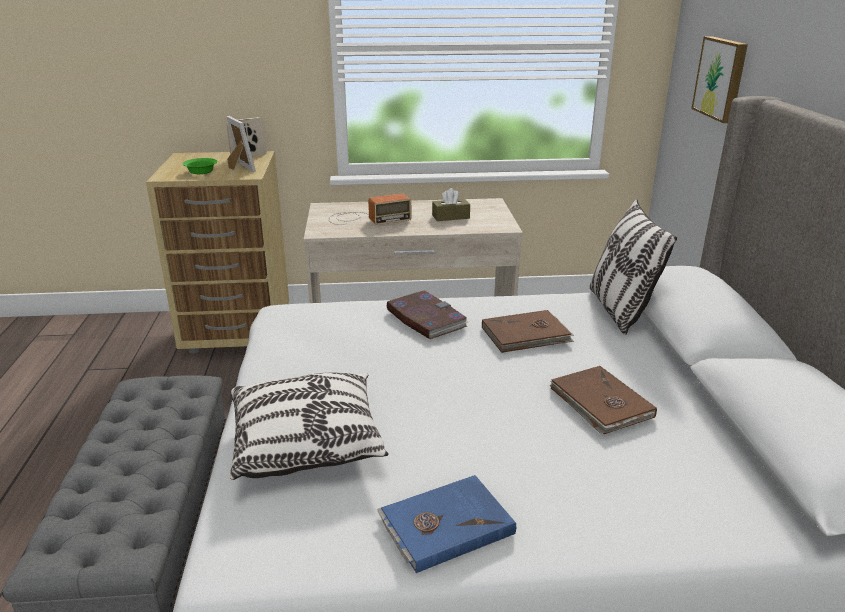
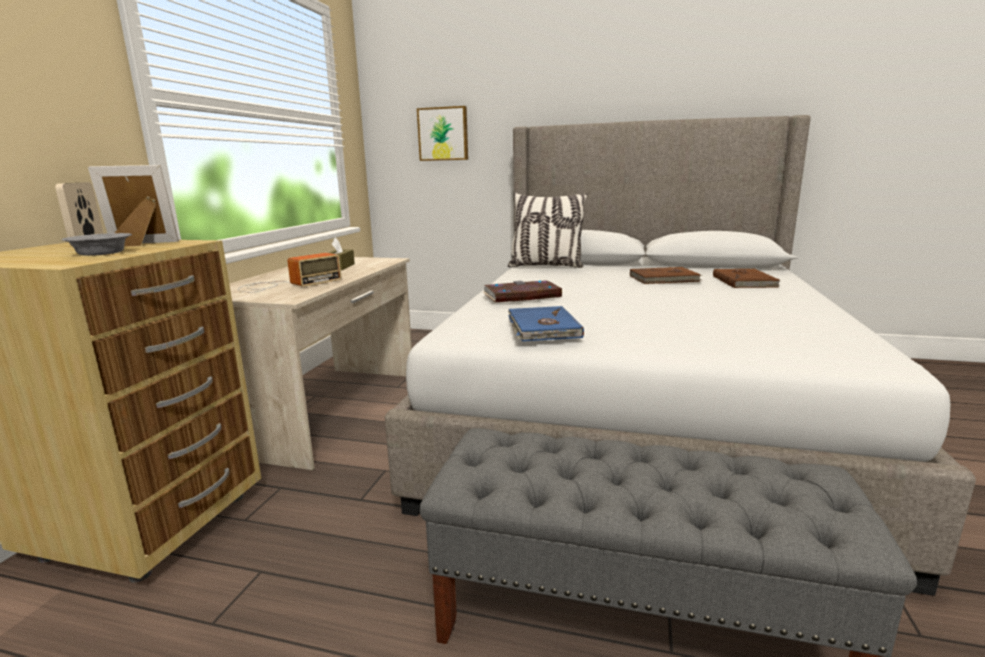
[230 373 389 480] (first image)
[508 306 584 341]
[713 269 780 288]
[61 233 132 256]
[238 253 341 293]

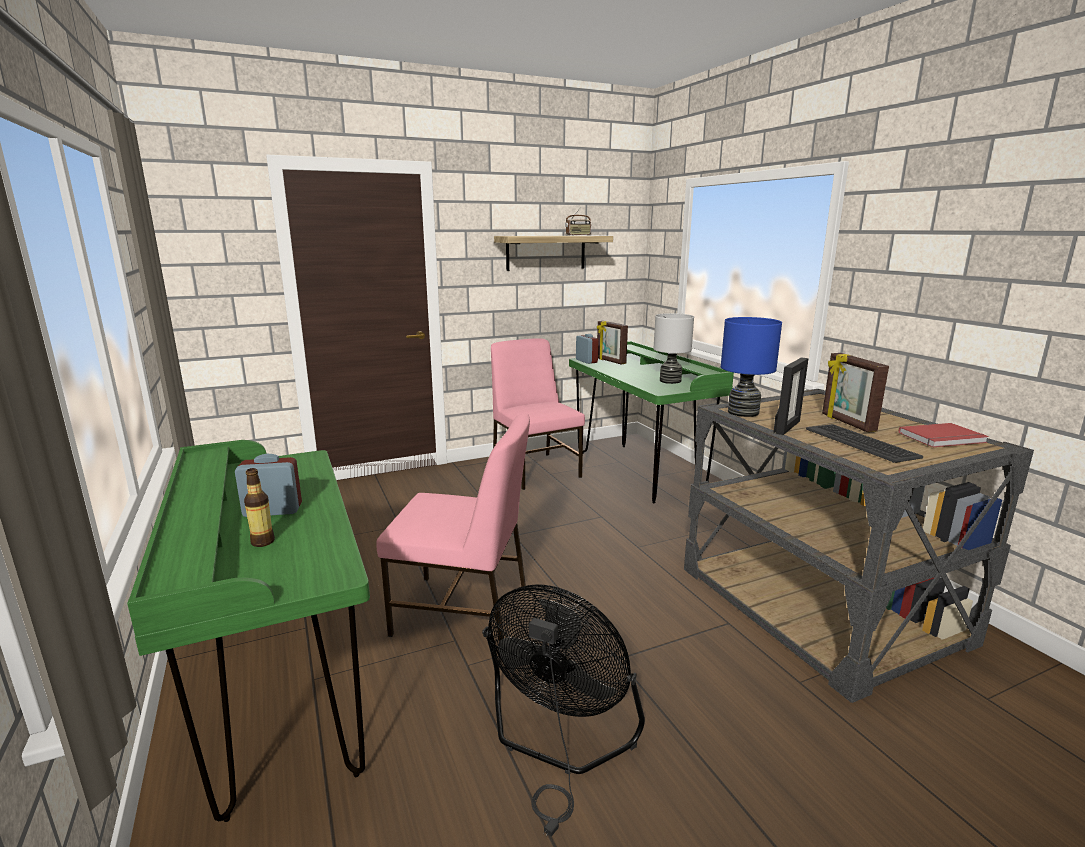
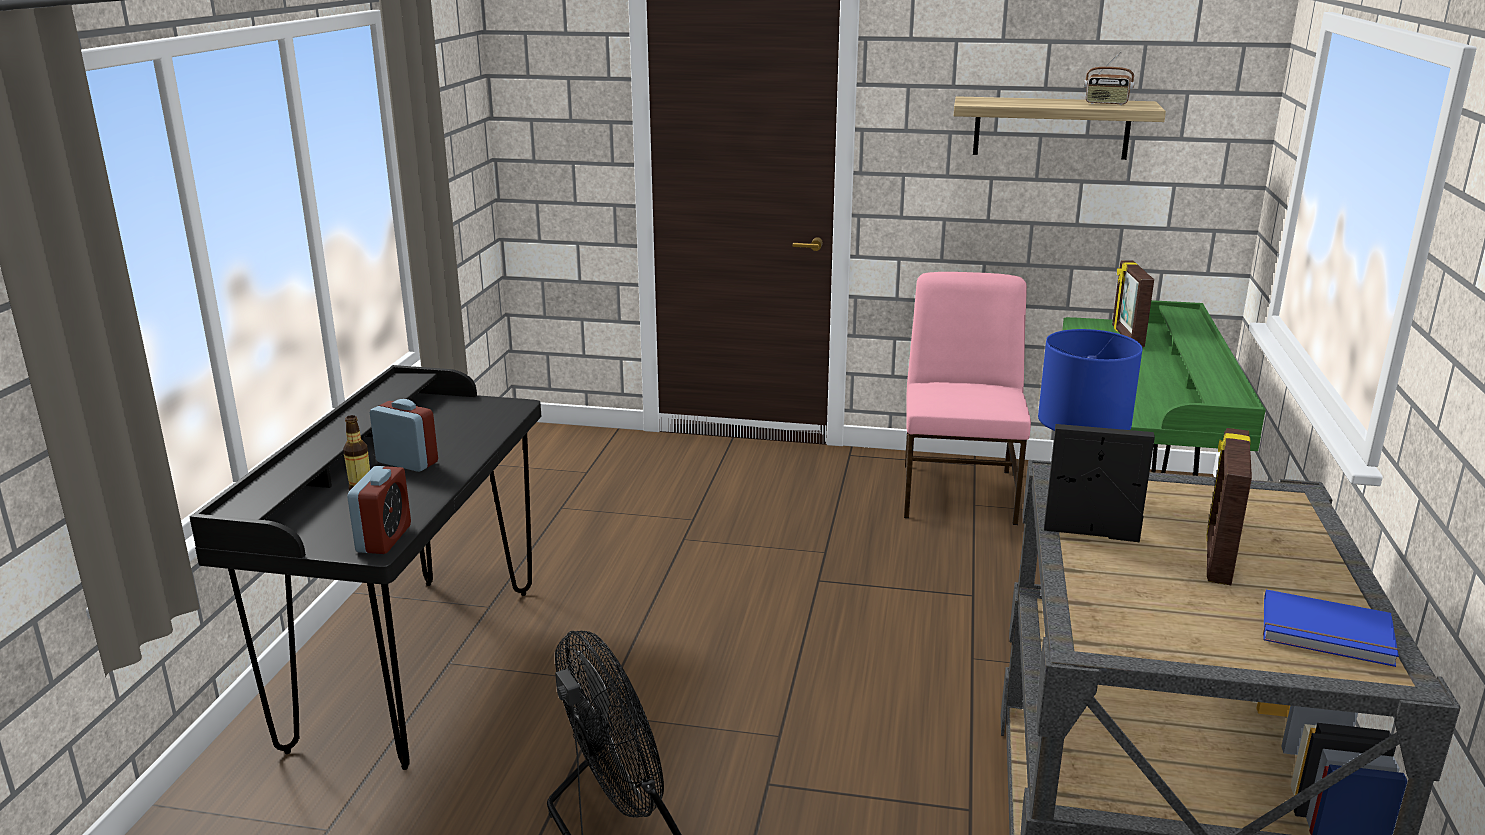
[376 413 530 640] (first image)
[653 313 694 384] (first image)
[806 424 923 463] (first image)
[347 466 411 554]
[189 365 541 770]
[1263 590 1399 667]
[1044 424 1155 542]

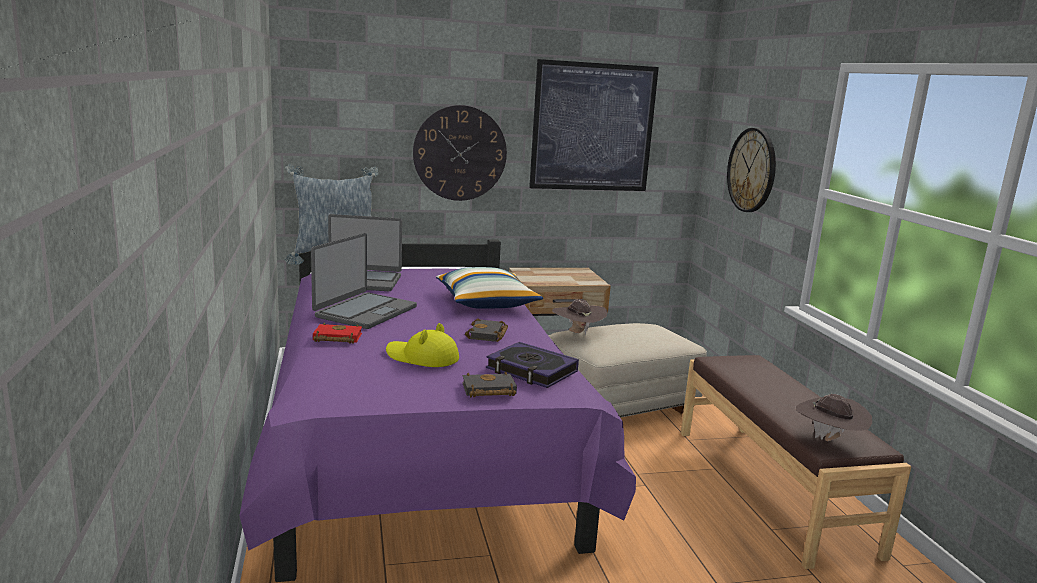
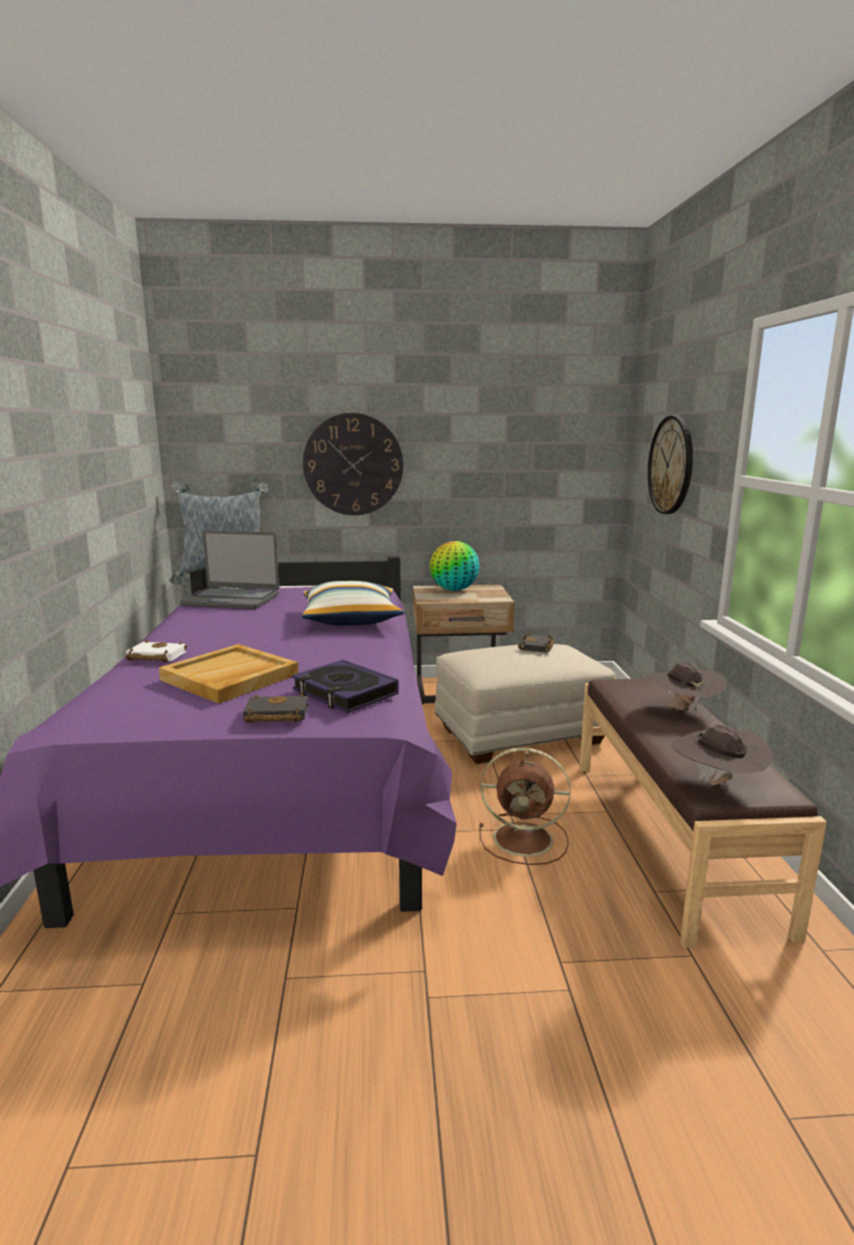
[311 233 417 329] (first image)
[529 59 659 191] (first image)
[430 541 479 591]
[479 748 571 865]
[518 633 555 653]
[645 662 727 713]
[159 644 298 704]
[125 640 187 663]

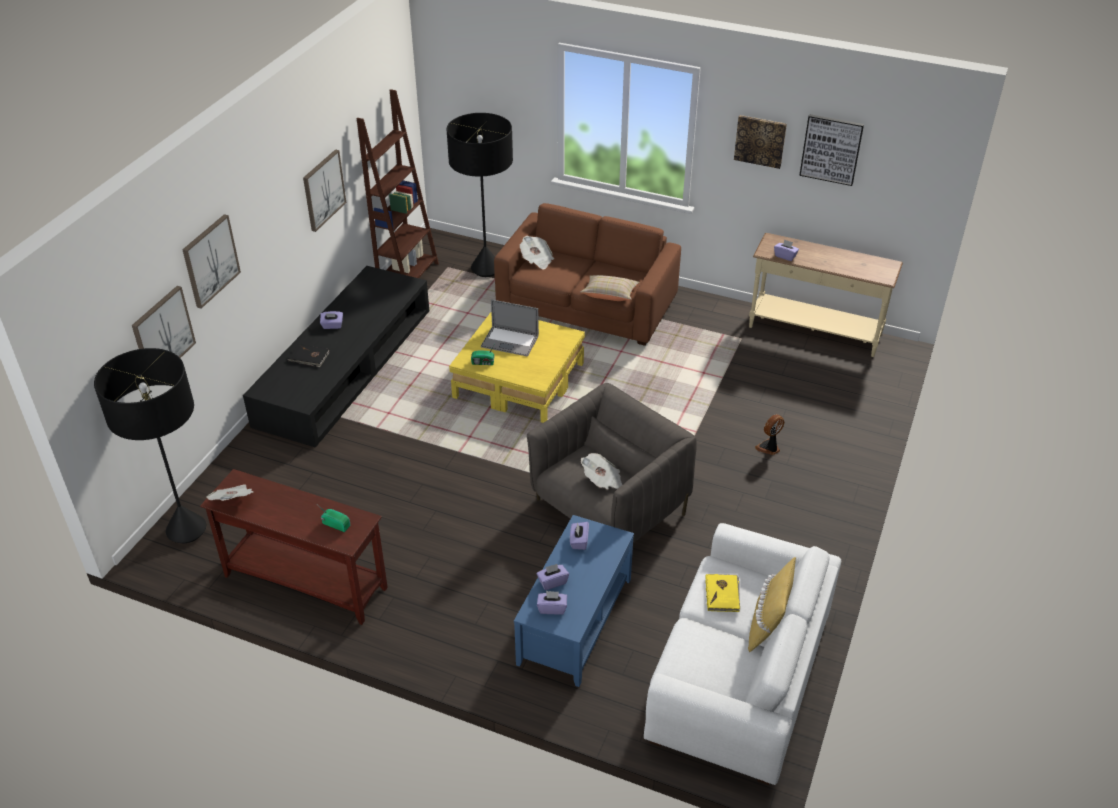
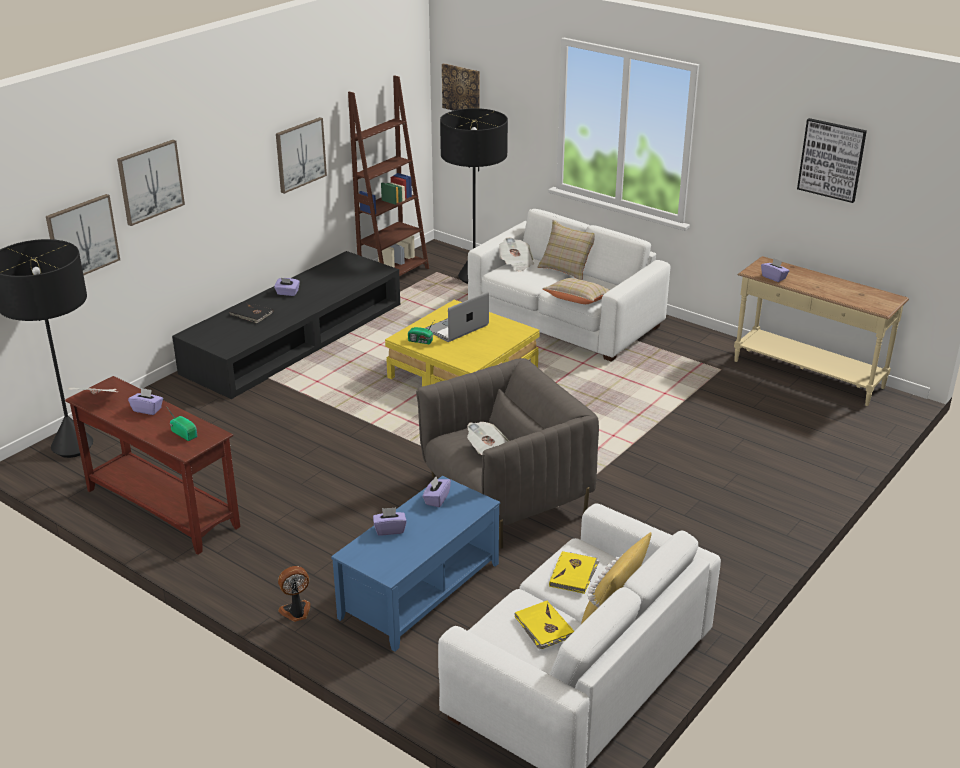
[514 601 574 649]
[537 220 595 280]
[128 388 163 415]
[442 63 480 111]
[278 566 310 622]
[468 209 670 362]
[426 292 489 342]

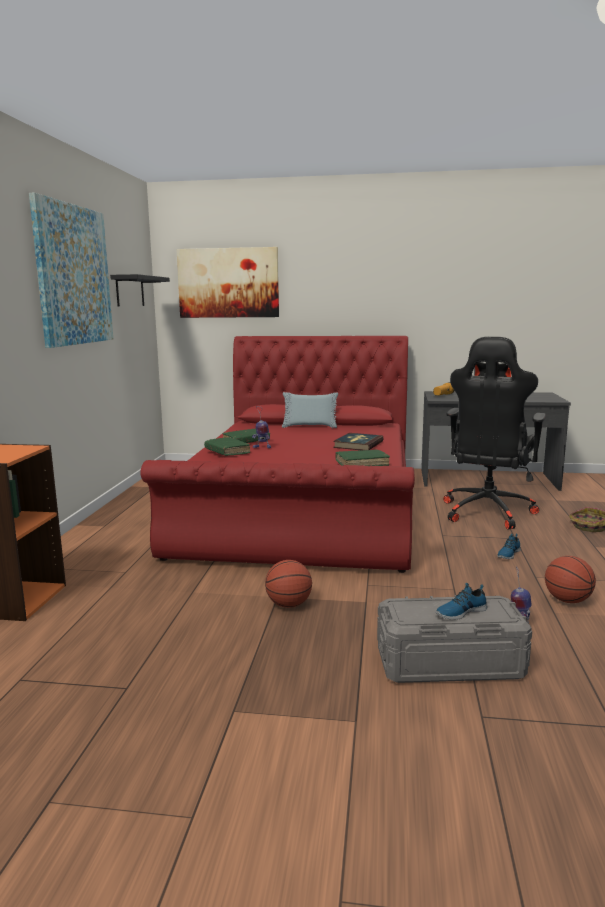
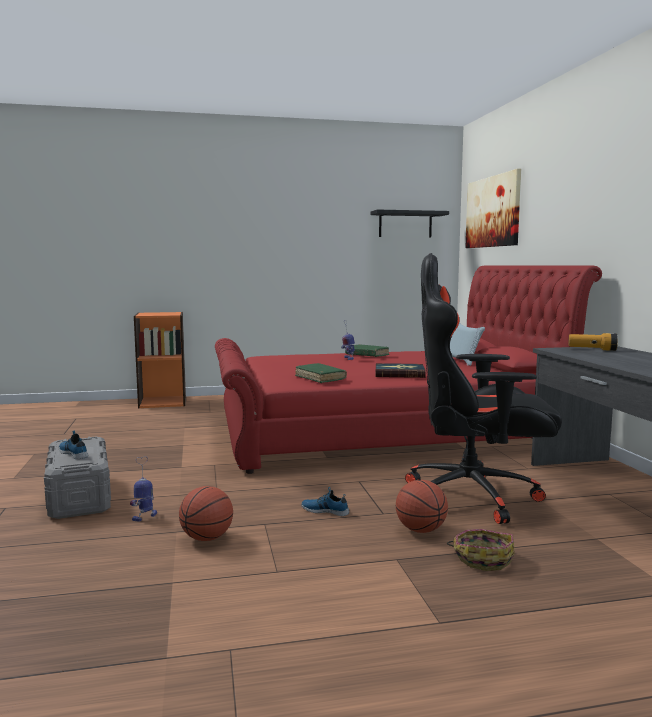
[29 193 113 348] (first image)
[204 437 250 456] (first image)
[396 480 448 533]

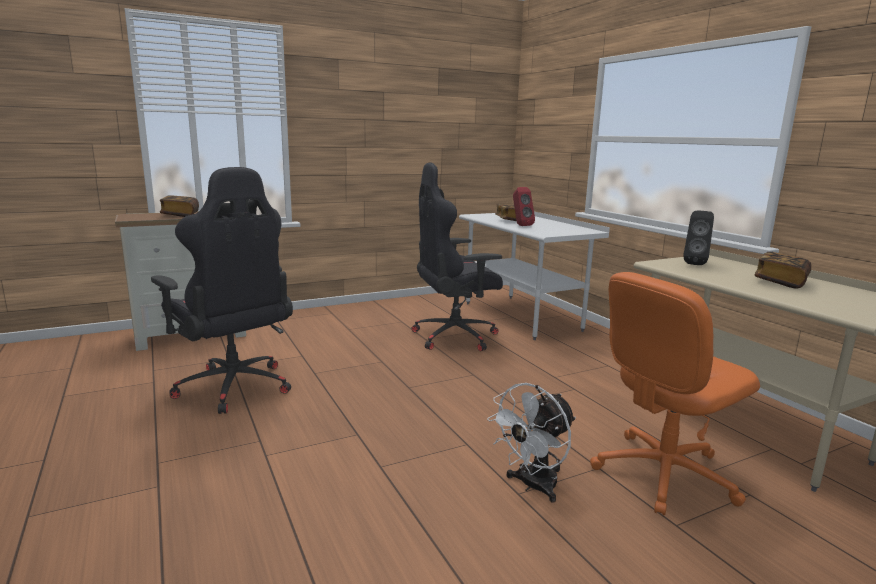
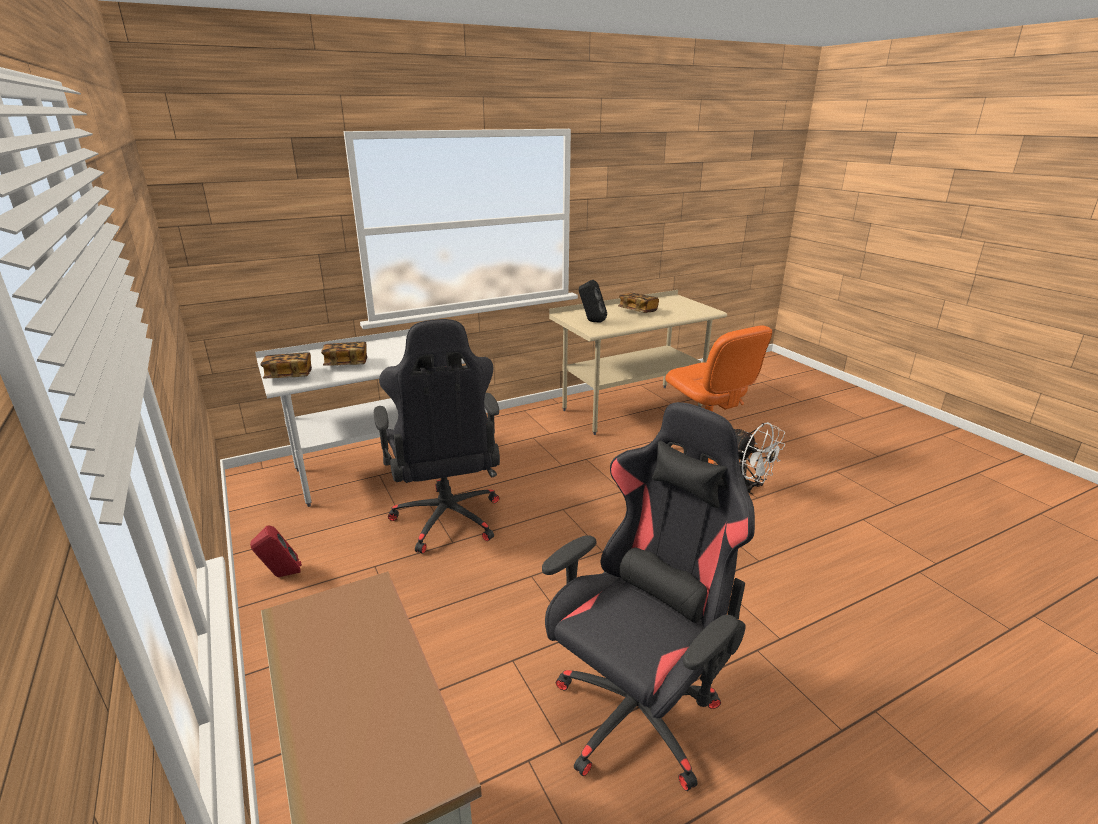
[261 352 312 378]
[250 526 302 577]

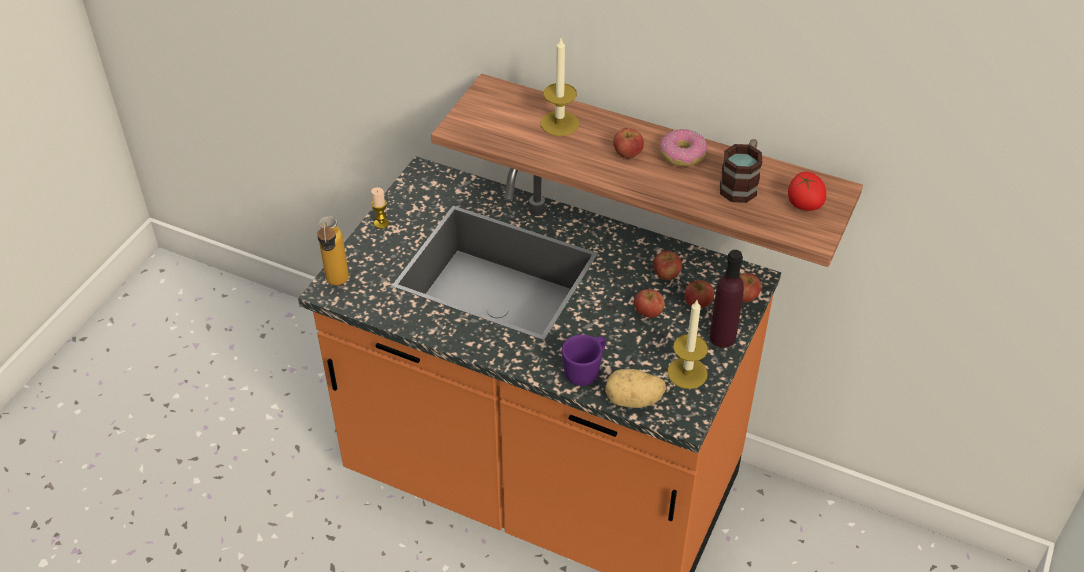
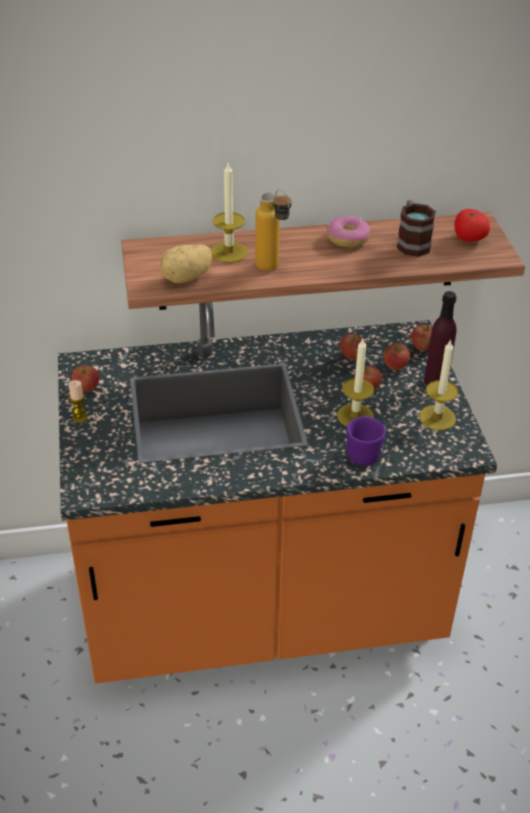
[337 339 374 427]
[255 189 292 271]
[160 244 212 283]
[71 365 100 392]

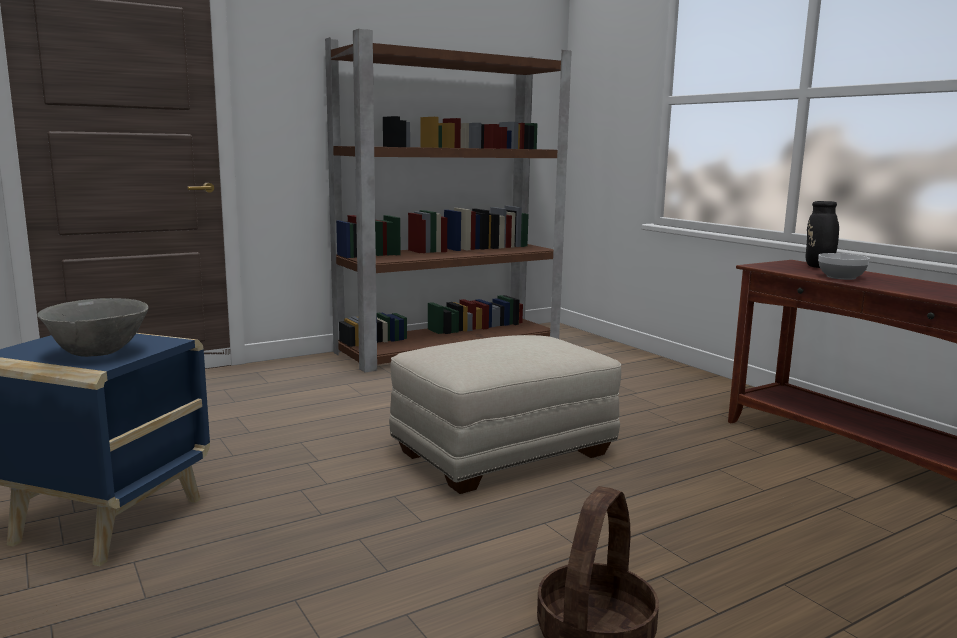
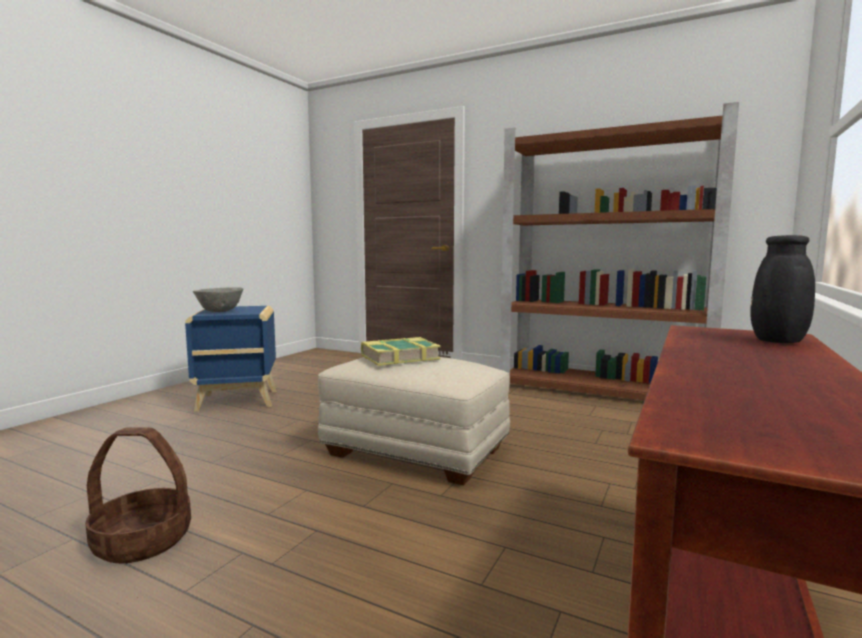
[818 253 870 280] (first image)
[361 337 441 366]

